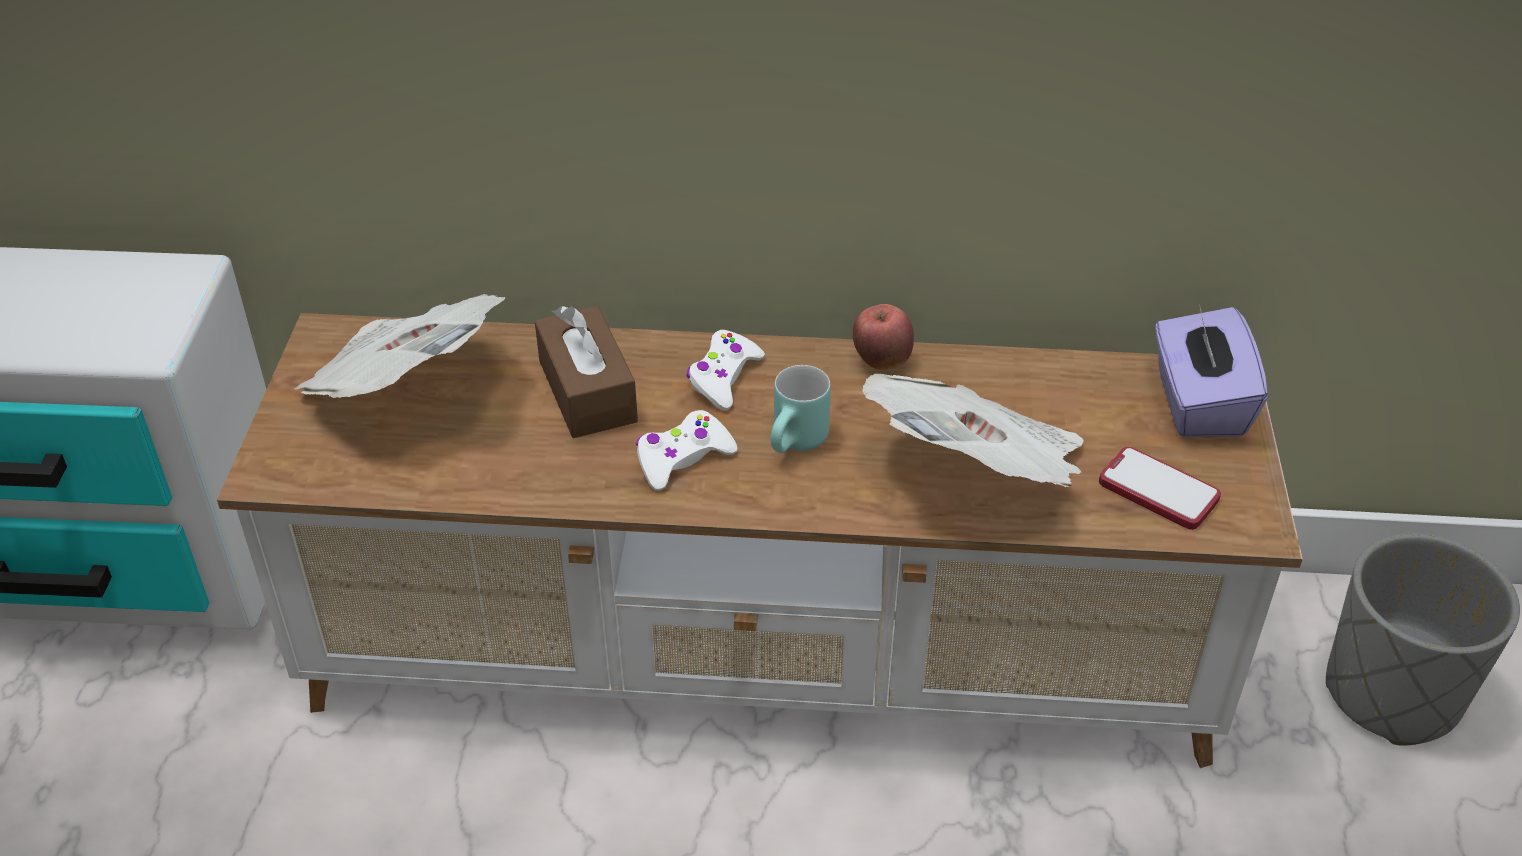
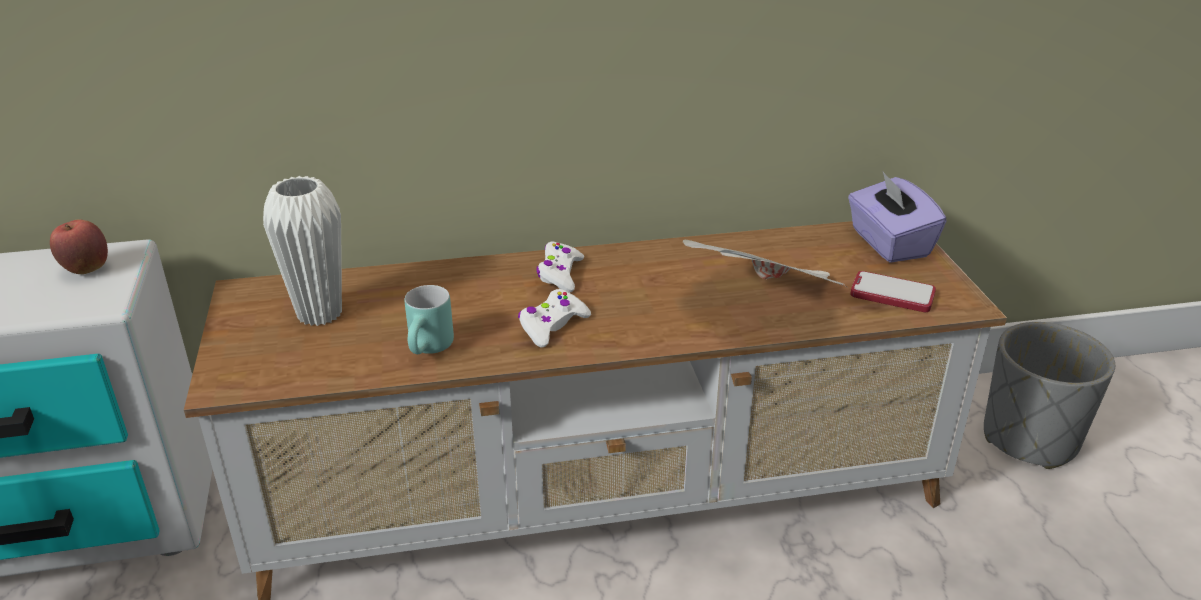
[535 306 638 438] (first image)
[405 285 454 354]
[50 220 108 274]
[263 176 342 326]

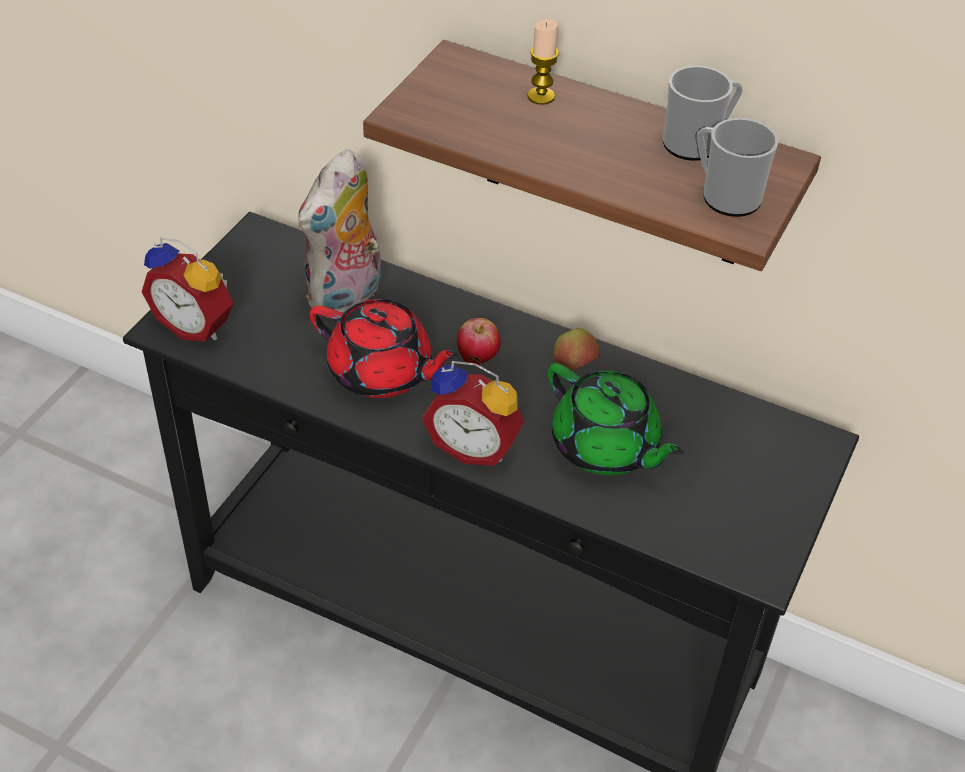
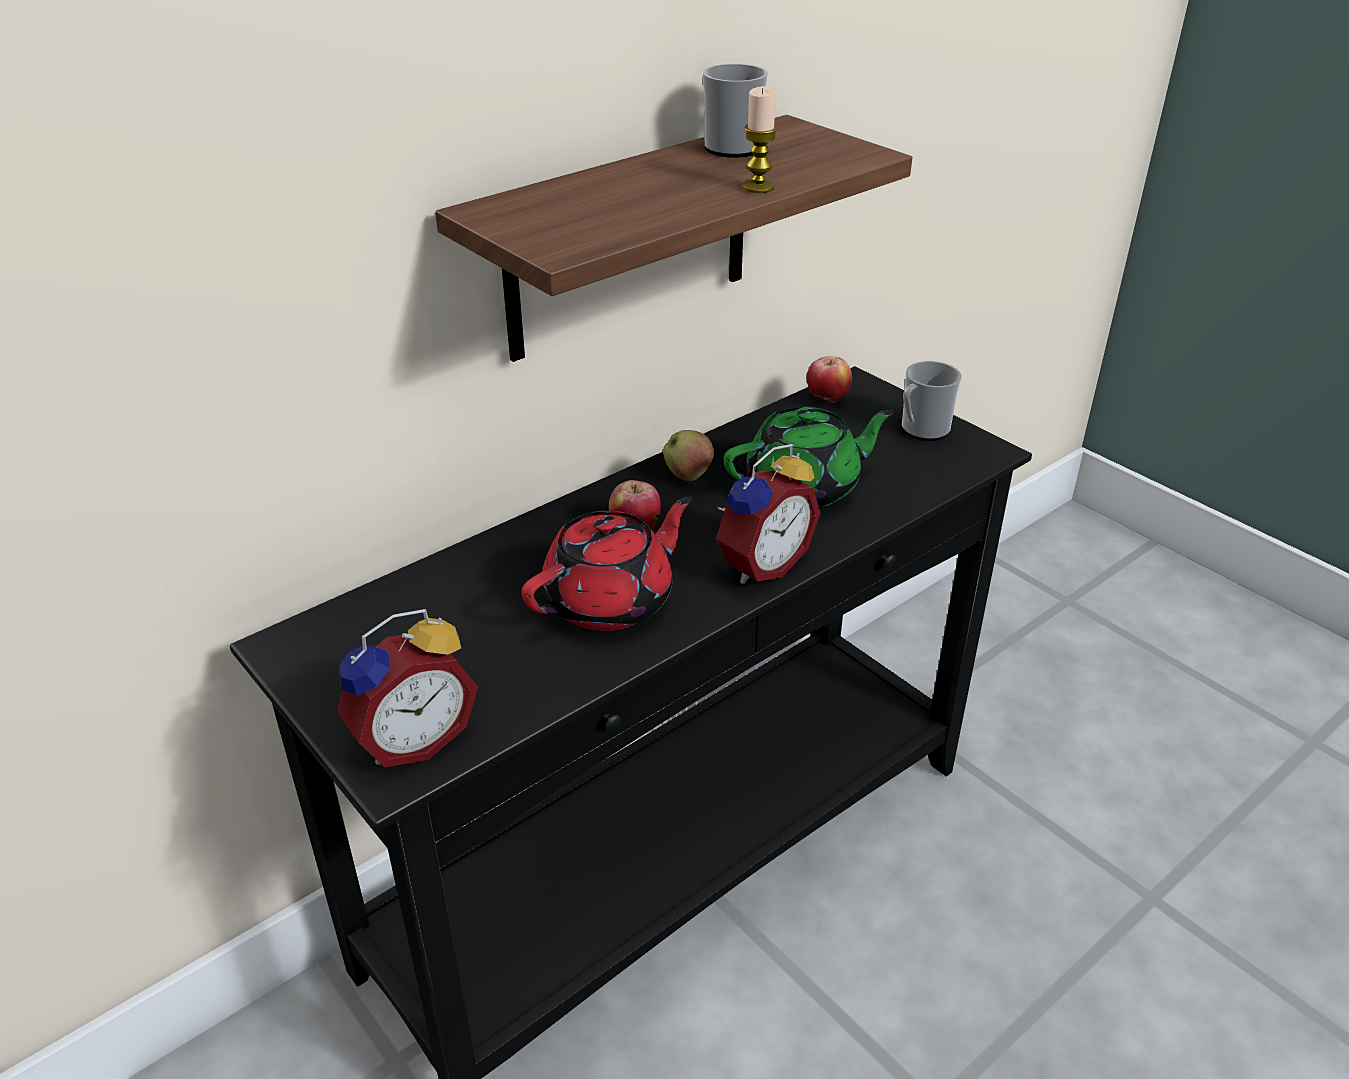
[298 149 382 318] (first image)
[806 356 852 404]
[743 86 778 193]
[902 361 962 441]

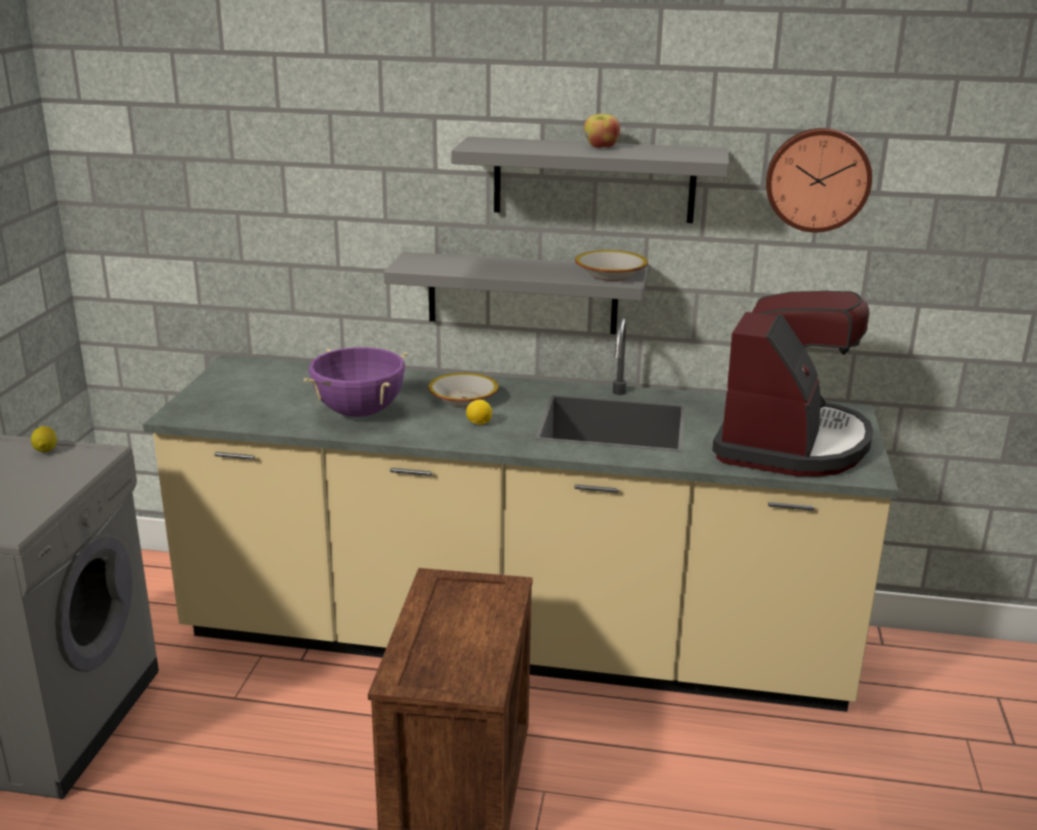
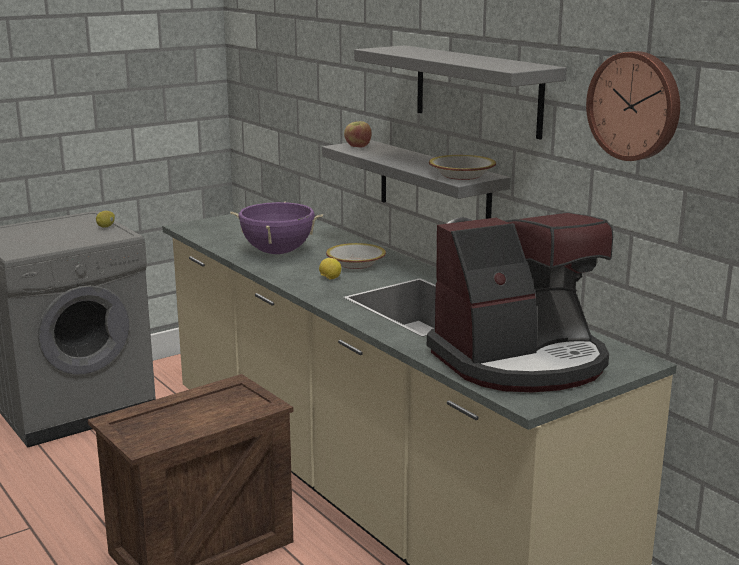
[344 121 372 147]

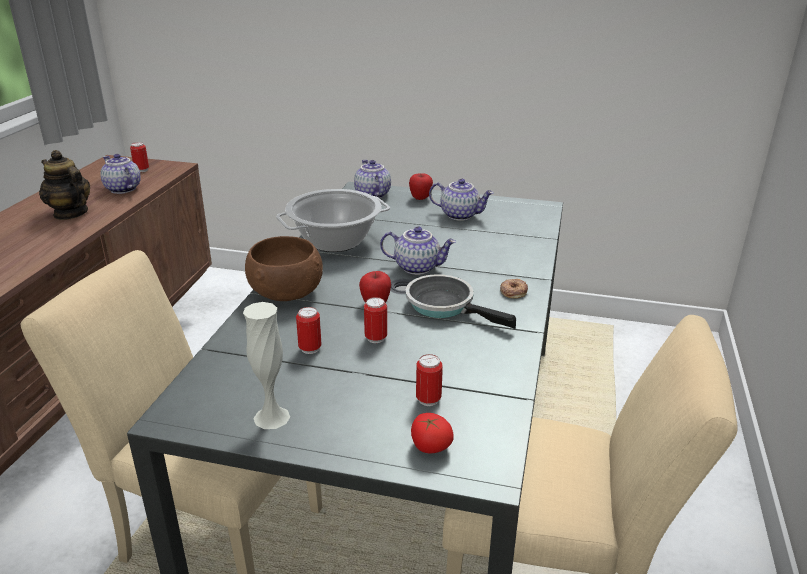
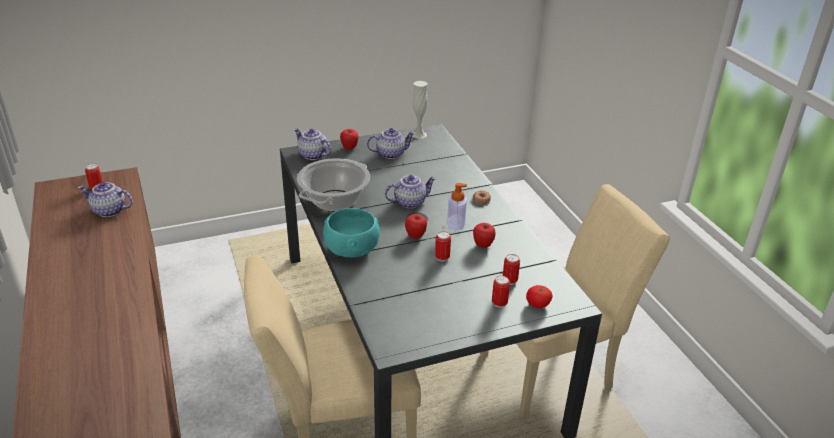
[39 150 90 220] (first image)
[473 223 496 248]
[412 81 427 139]
[492 276 510 308]
[447 183 467 231]
[323 208 380 258]

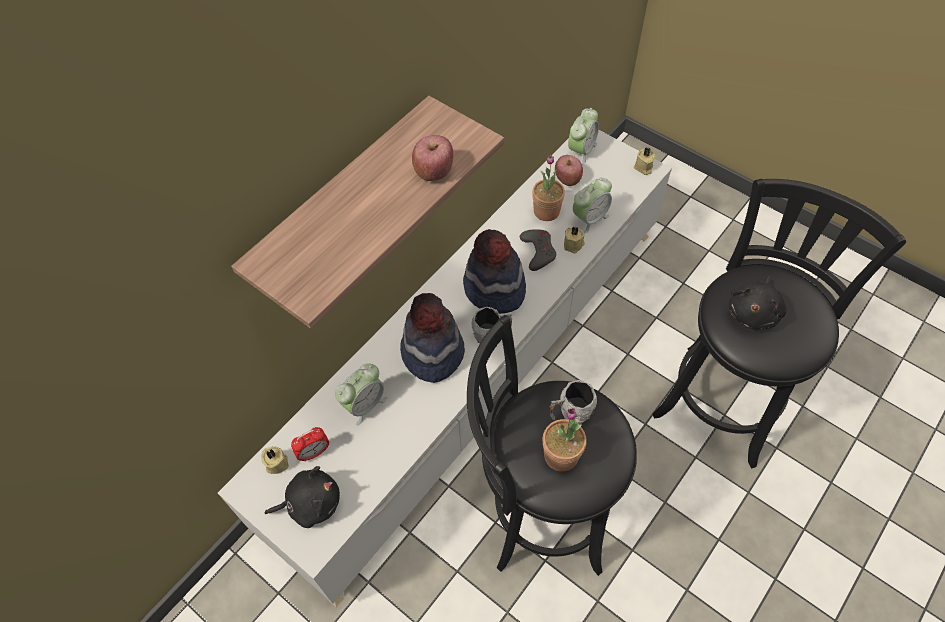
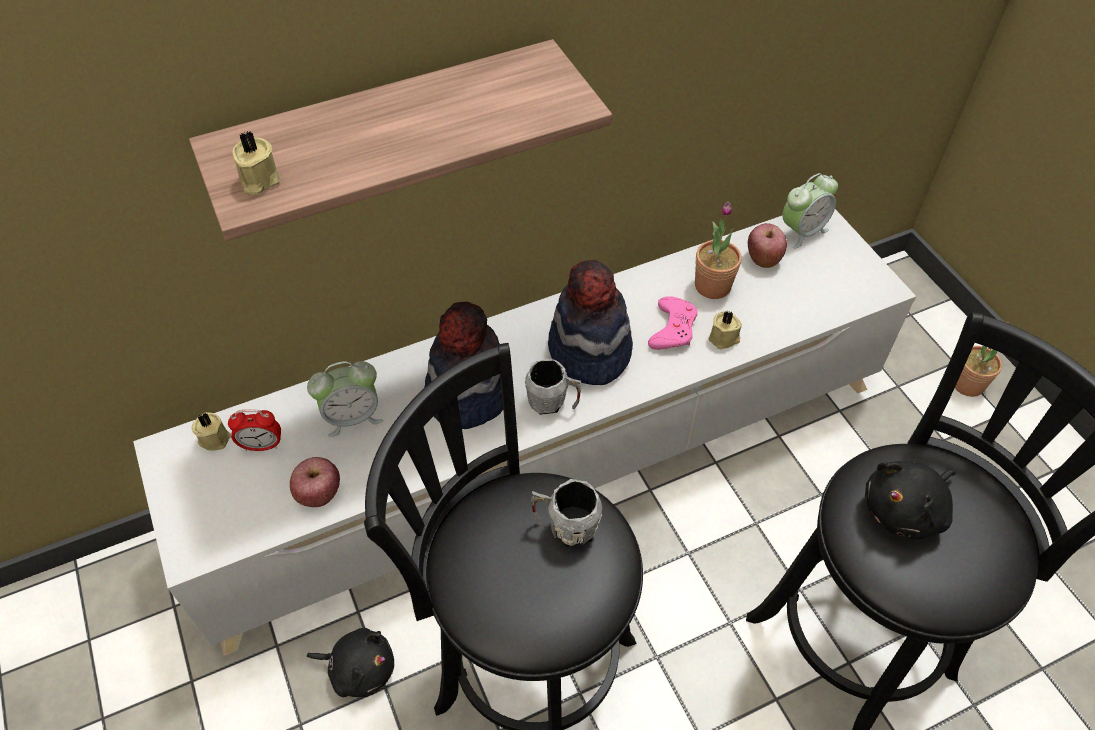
[573 178 612 233] (first image)
[307 628 394 697]
[290 457 340 507]
[955 321 1009 397]
[232 131 279 195]
[648 296 698 350]

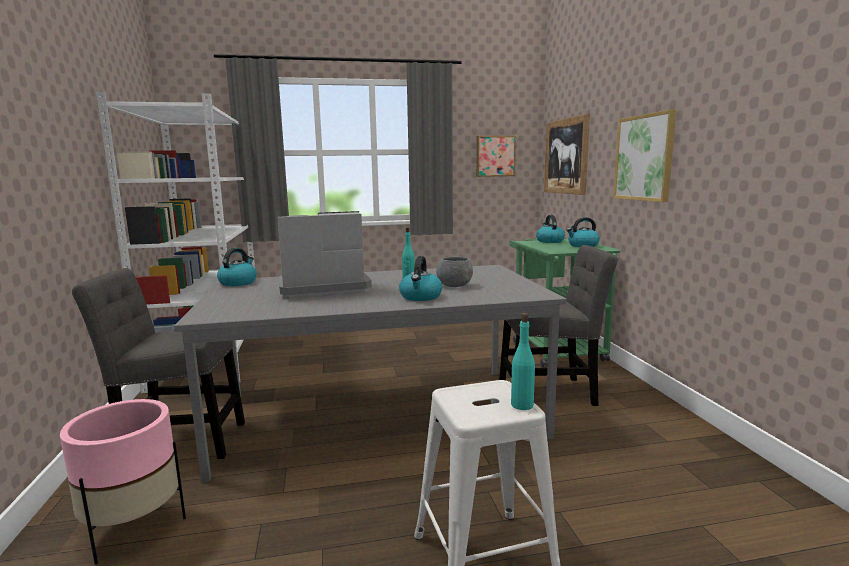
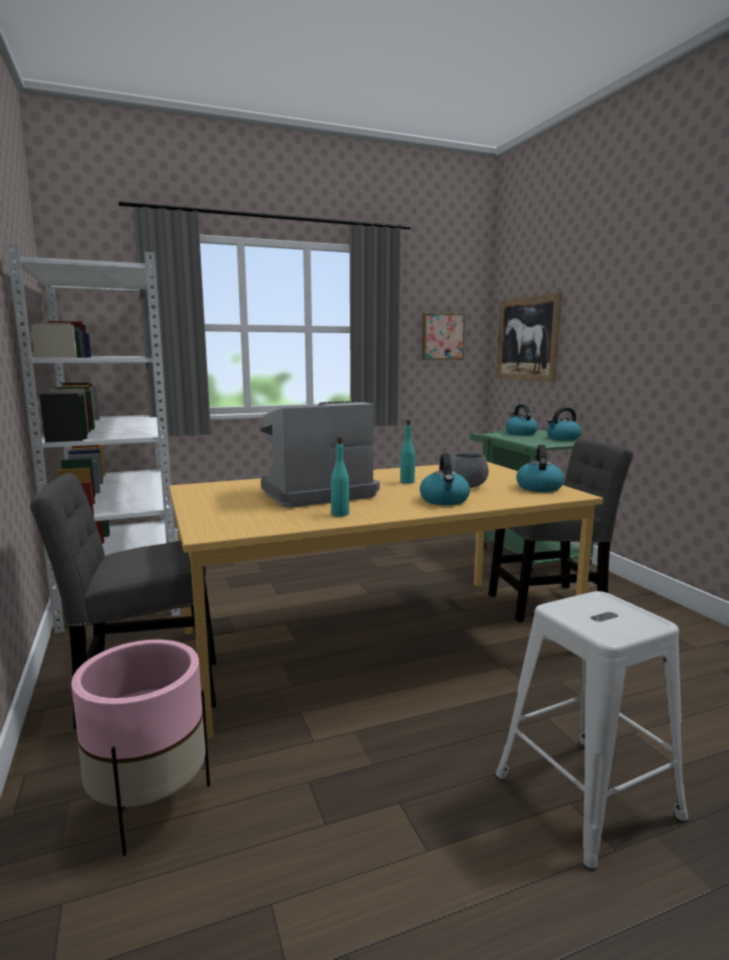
[613 109 676 202] (first image)
[516 445 564 492]
[331 437 349 517]
[169 462 603 739]

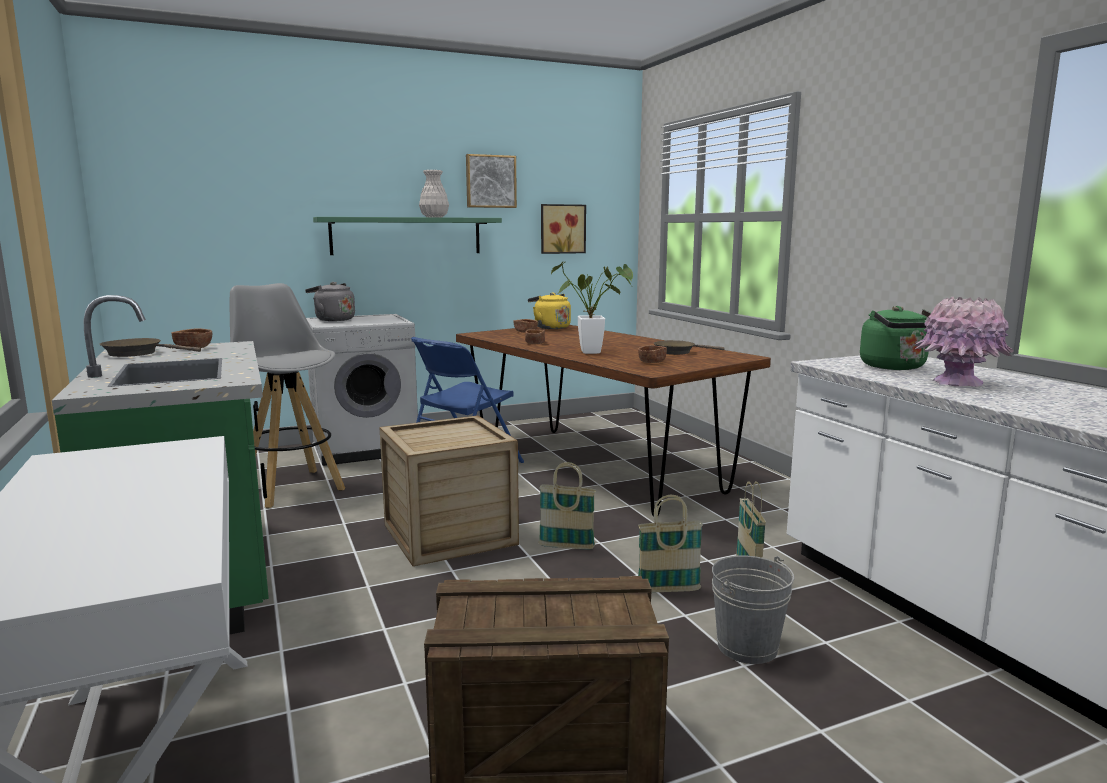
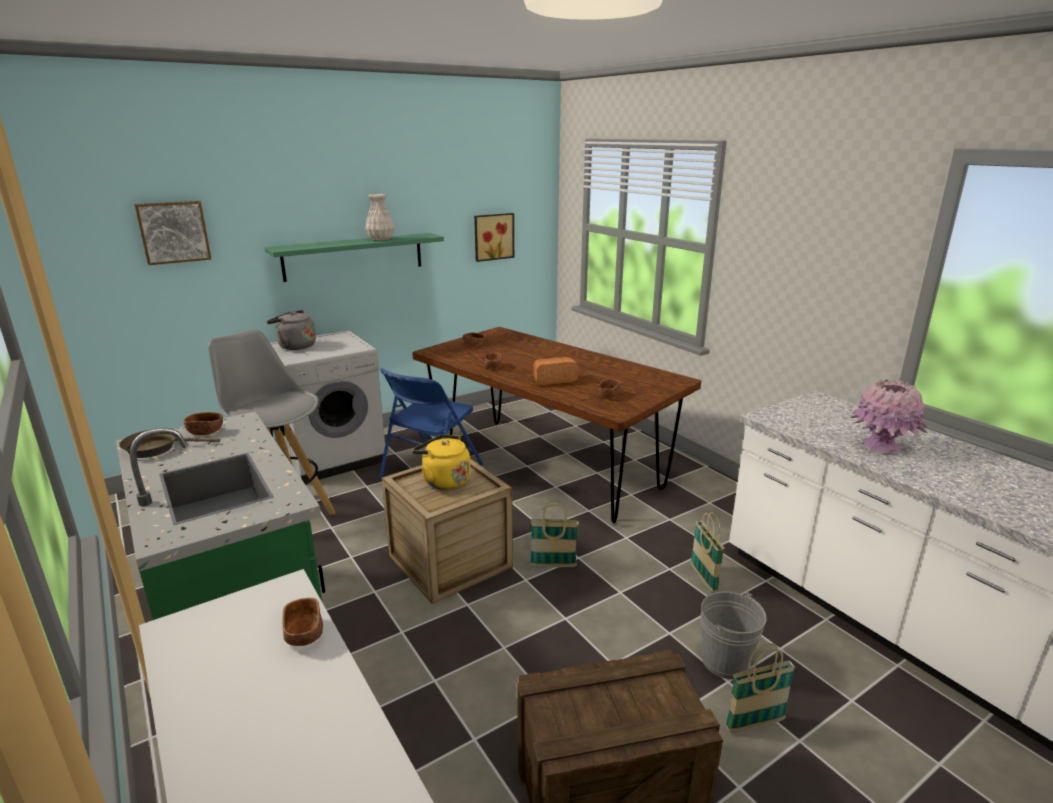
[654 340 725 355] (first image)
[860 306 931 370] (first image)
[283 598 323 646]
[134 201 211 265]
[412 434 471 490]
[725 643 795 733]
[533 357 579 385]

